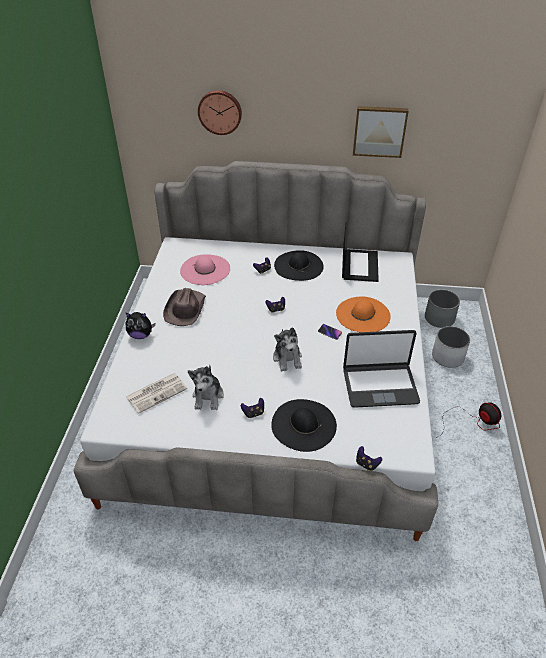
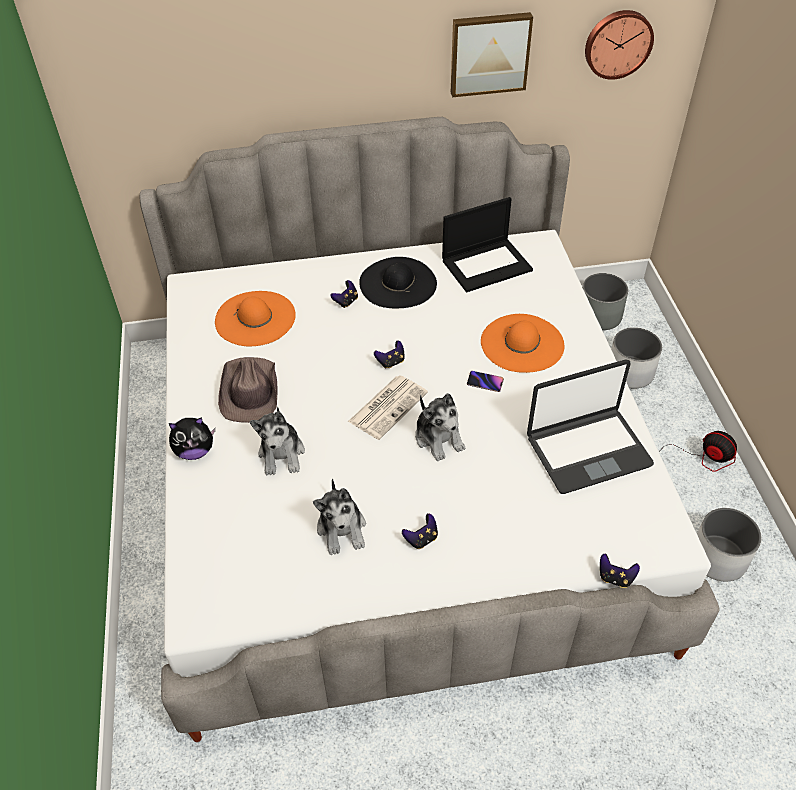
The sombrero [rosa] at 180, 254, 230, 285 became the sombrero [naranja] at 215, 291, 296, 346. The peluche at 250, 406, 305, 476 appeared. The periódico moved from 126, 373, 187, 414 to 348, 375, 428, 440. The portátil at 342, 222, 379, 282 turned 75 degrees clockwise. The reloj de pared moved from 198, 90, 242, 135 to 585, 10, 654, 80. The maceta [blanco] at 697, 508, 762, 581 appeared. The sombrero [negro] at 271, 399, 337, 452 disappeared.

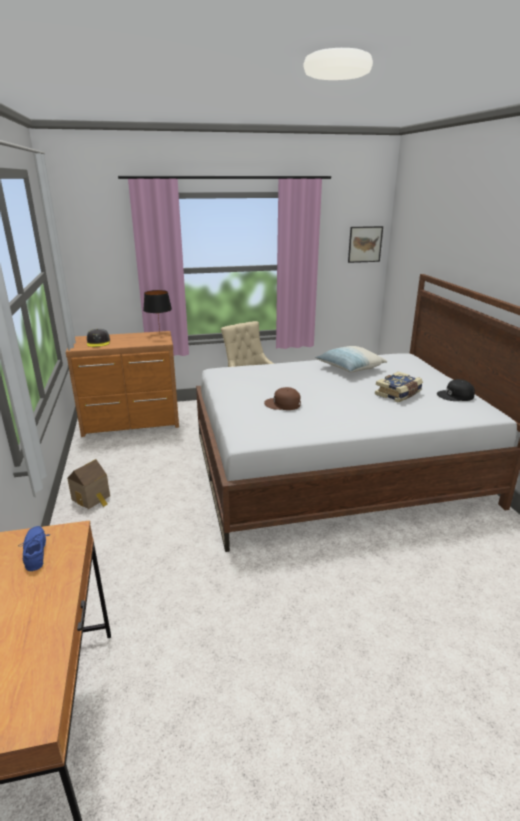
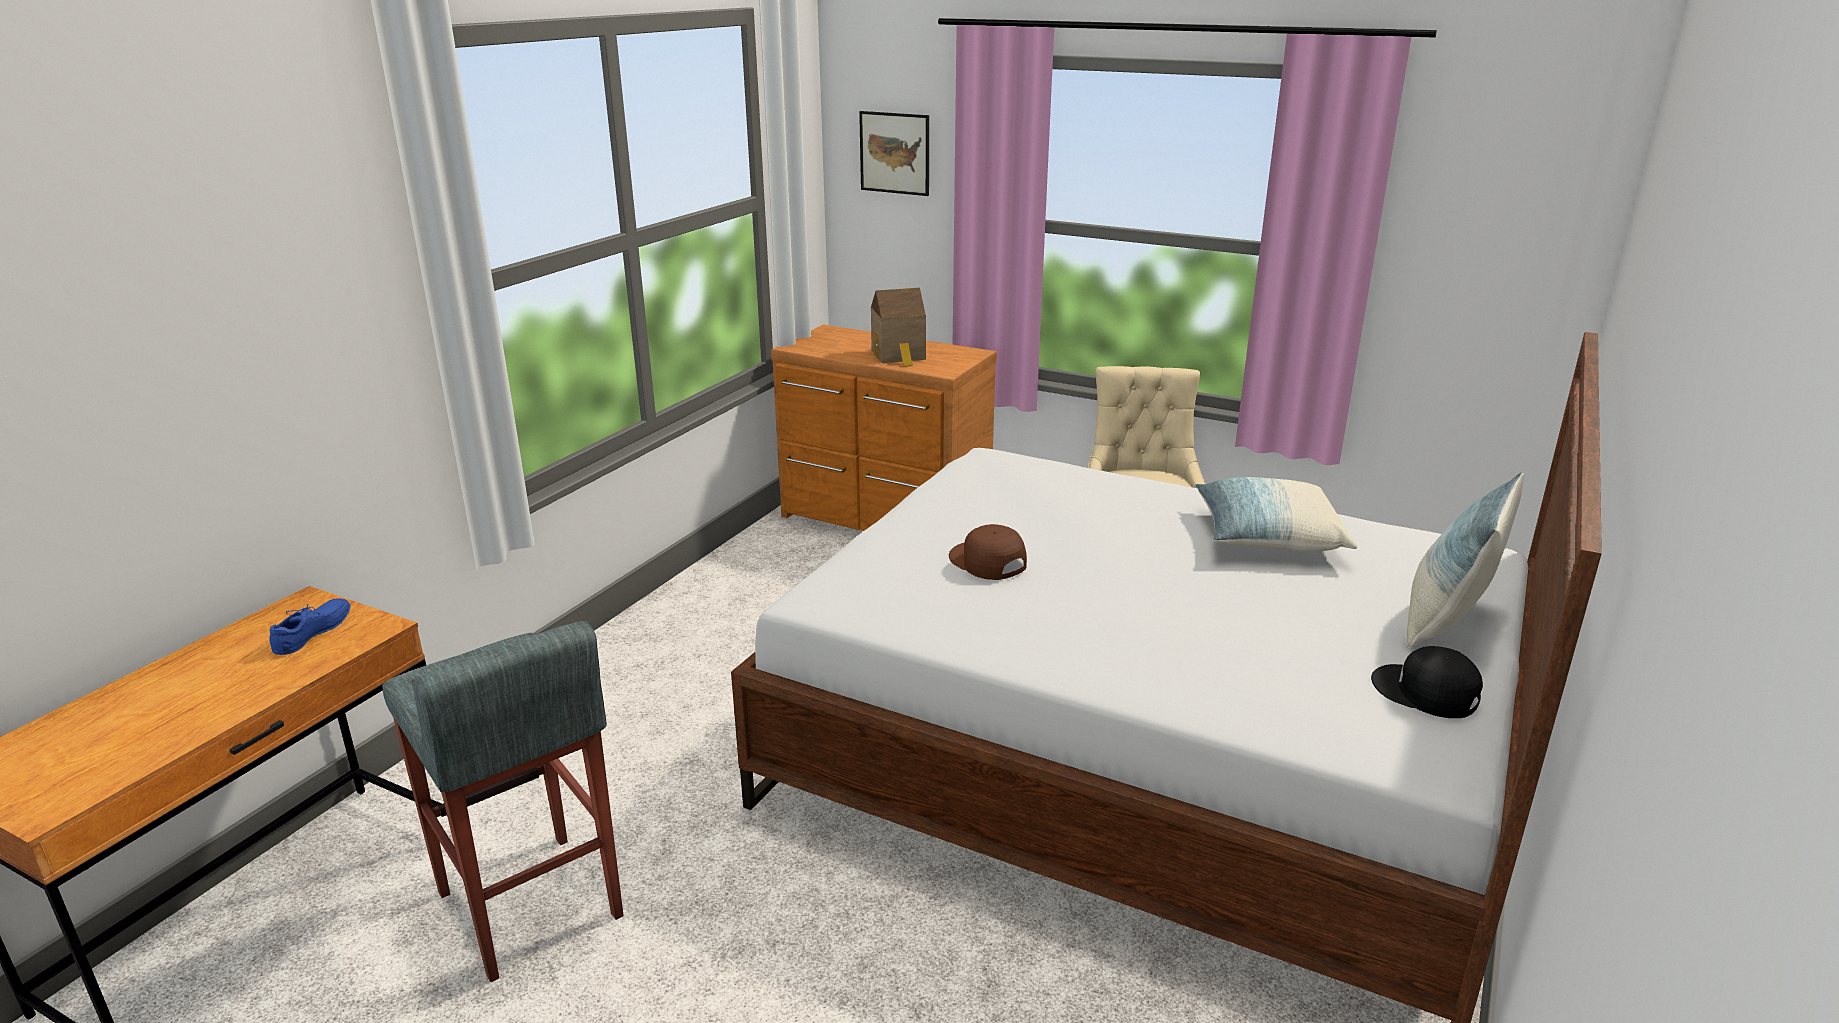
The taburete [gris] at 382, 621, 624, 982 appeared. The cuadro moved from 348, 226, 383, 263 to 859, 111, 929, 196. The casita moved from 67, 459, 110, 509 to 871, 287, 926, 367. The cojín at 1407, 472, 1524, 647 appeared. The gorra [gris] at 87, 329, 110, 347 disappeared. The lámpara de mesa [negro] at 143, 290, 172, 331 disappeared. The libro at 375, 372, 423, 402 disappeared.

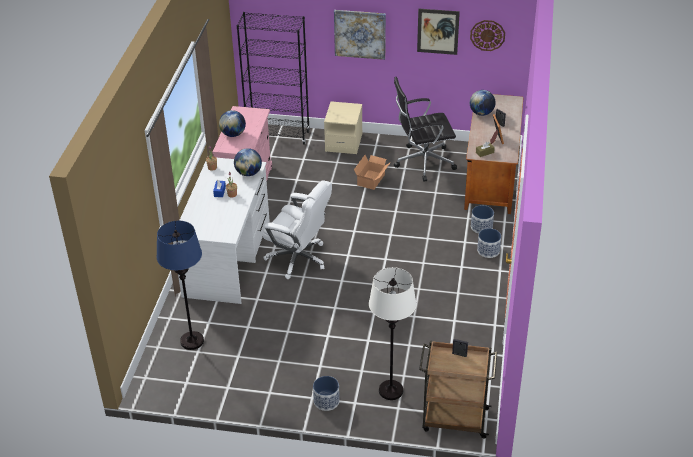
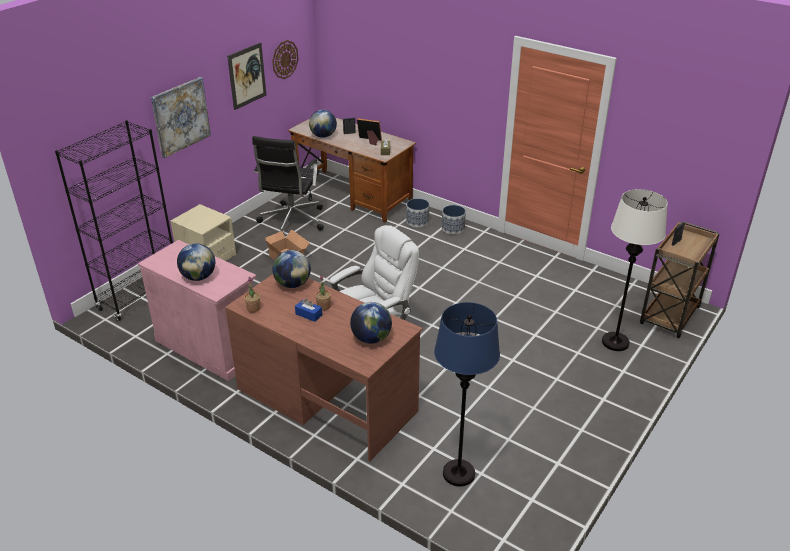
The escritorio [blanco] at 173, 158, 270, 304 became the escritorio [marrón] at 225, 274, 423, 462. The globo terráqueo at 350, 302, 392, 344 appeared. The maceta at 313, 376, 340, 411 disappeared.

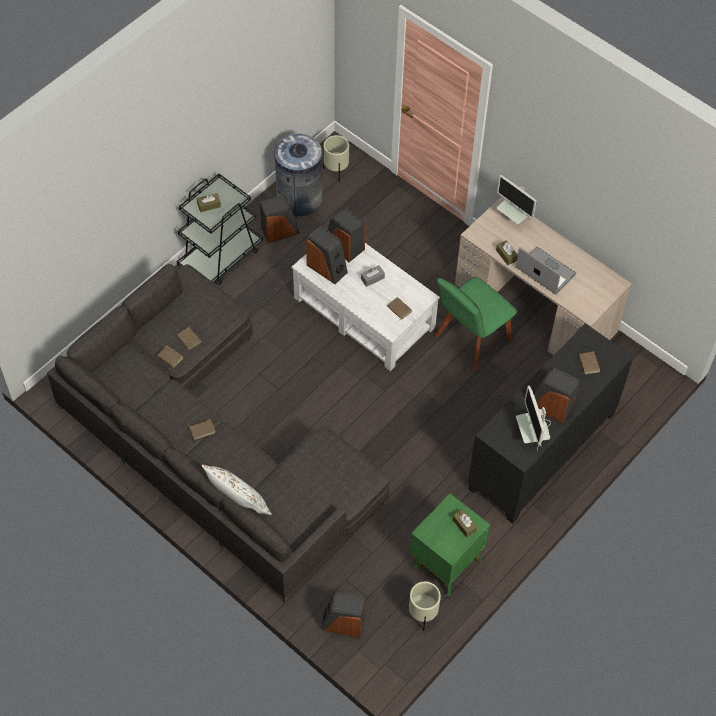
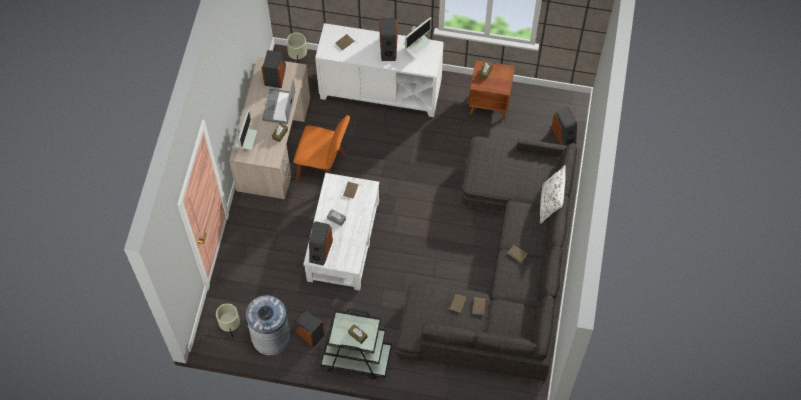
The altavoz moved from 306, 225, 348, 284 to 262, 50, 286, 88. The maceta [beis] moved from 408, 581, 441, 630 to 286, 32, 307, 63. The silla [verde] at 435, 277, 517, 371 became the silla [naranja] at 293, 115, 350, 181. The armario [negro] at 468, 323, 633, 524 became the armario [blanco] at 315, 23, 444, 117. The mesita de noche [verde] at 409, 494, 490, 596 became the mesita de noche [marrón] at 469, 60, 515, 120.

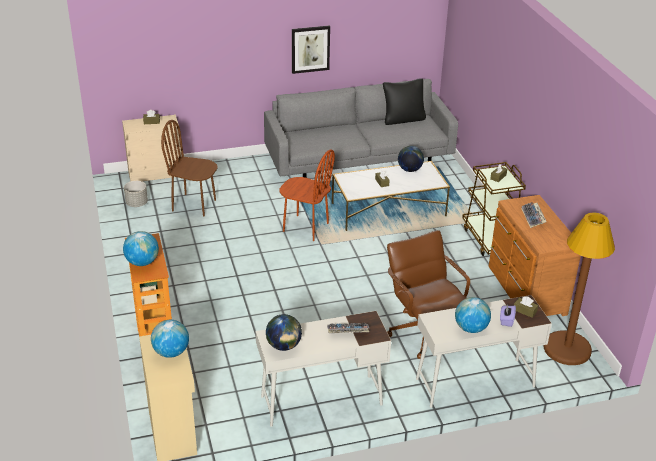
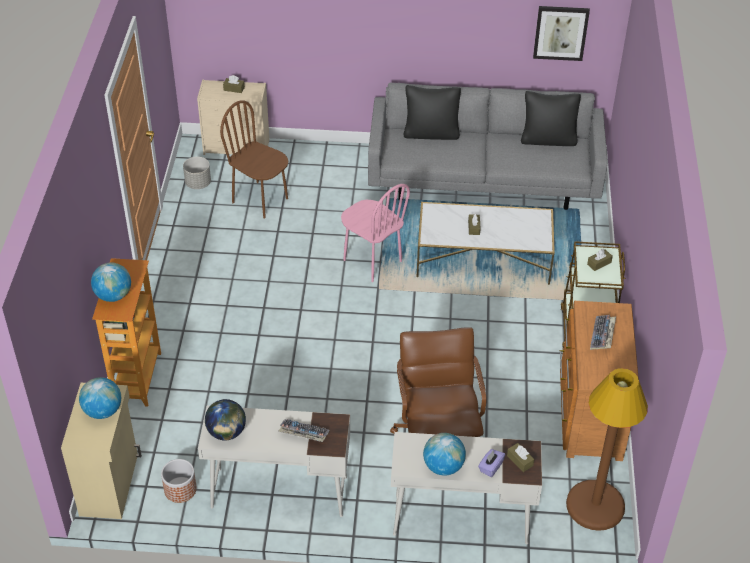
The maceta at 161, 459, 197, 503 appeared. The silla [marrón] at 279, 149, 335, 241 became the silla [rosa] at 341, 184, 410, 282. The cojín [negro] at 404, 85, 461, 140 appeared. The cuadro moved from 292, 25, 330, 74 to 533, 6, 590, 61. The globo terráqueo at 398, 146, 424, 172 disappeared.

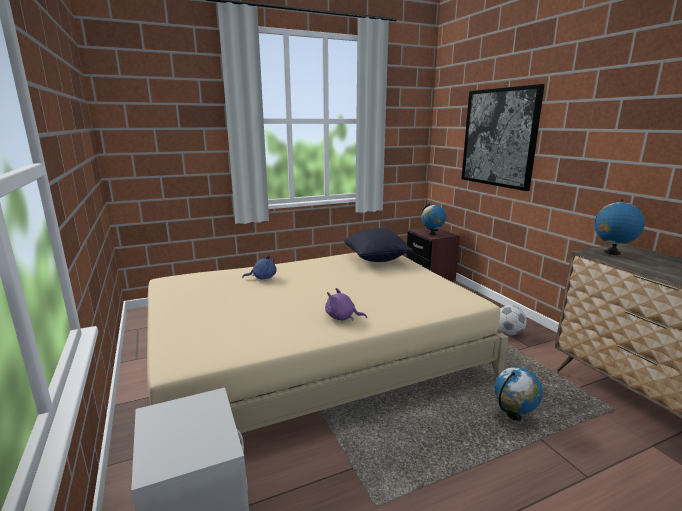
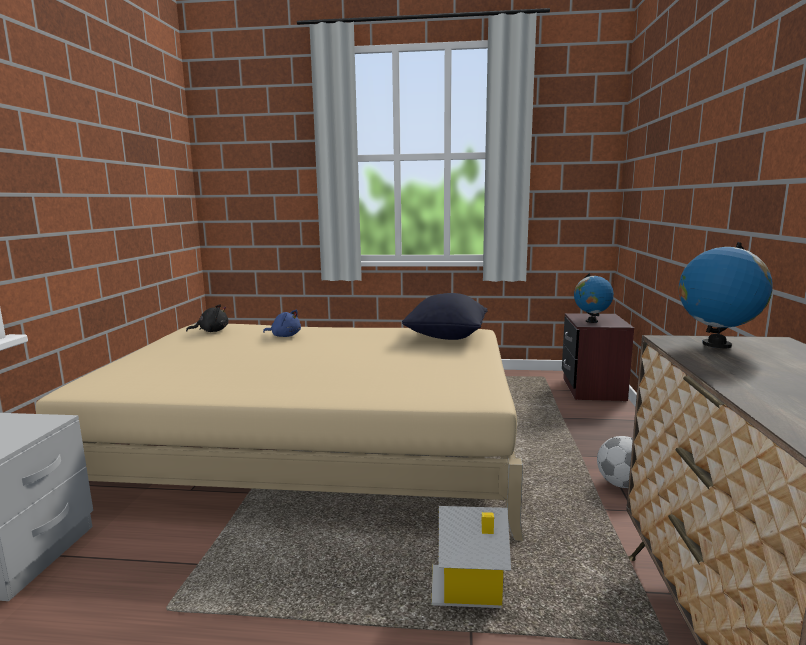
The peluche [negro] at 186, 304, 228, 332 appeared. The globo terráqueo at 495, 367, 543, 421 was replaced by the casita at 432, 506, 511, 608. The peluche [morado] at 325, 288, 367, 321 disappeared. The cuadro at 461, 84, 545, 191 disappeared.

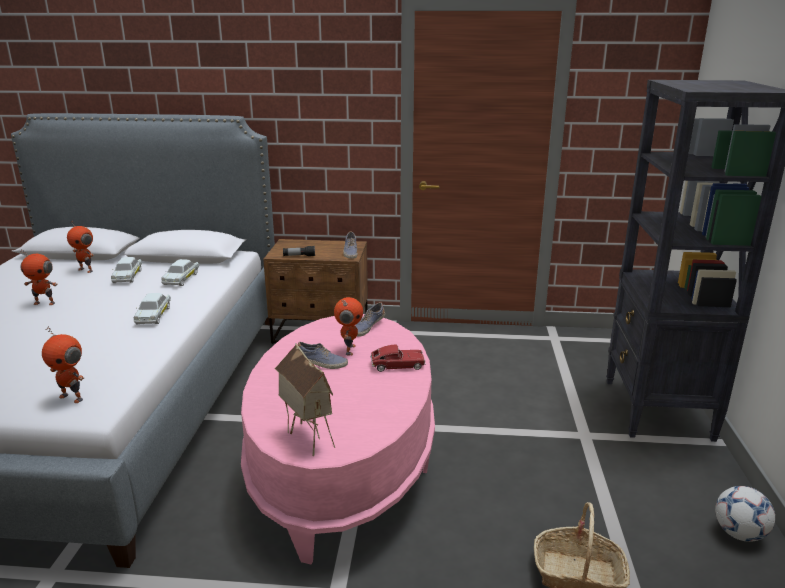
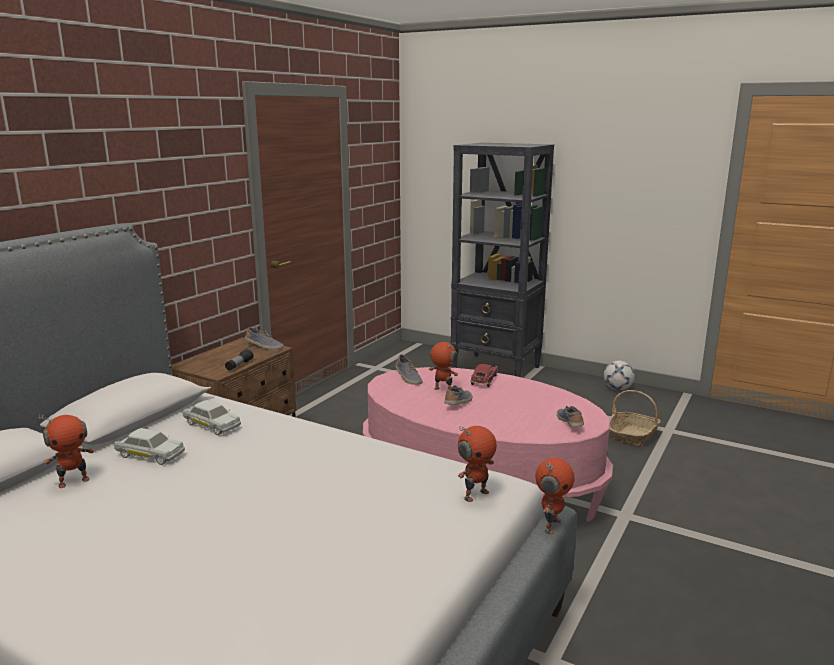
The robot de juguete moved from 20, 249, 57, 305 to 536, 458, 574, 535. The casita at 275, 343, 335, 456 was replaced by the zapato at 557, 406, 584, 427. The coche de juguete [blanco] at 134, 293, 171, 324 disappeared.

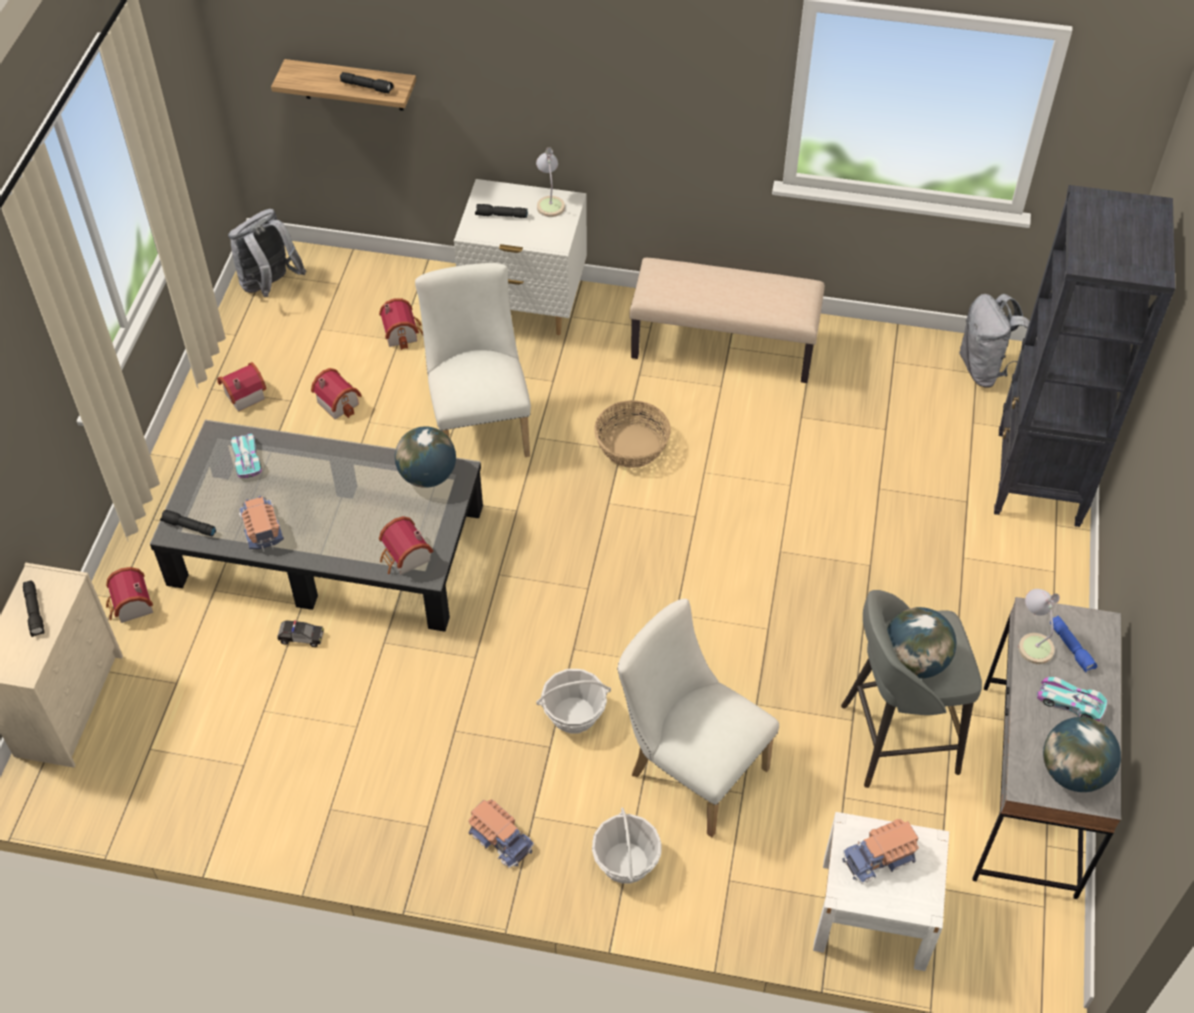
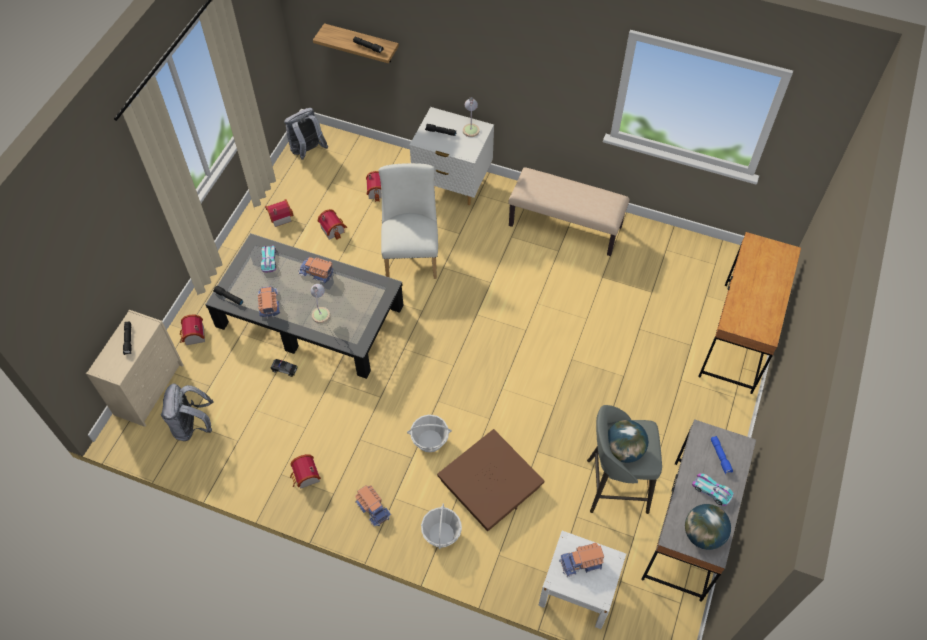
The mochila [gris] moved from 959, 294, 1030, 388 to 161, 384, 214, 441. The casita moved from 379, 516, 434, 575 to 290, 454, 321, 489. The camión de juguete at 298, 257, 334, 284 appeared. The lámpara de mesa moved from 1018, 589, 1060, 664 to 310, 284, 330, 323. The silla [blanco] at 617, 599, 779, 837 was replaced by the caja de almacenaje [marrón] at 437, 429, 544, 531. The estantería [negro] at 994, 185, 1175, 527 was replaced by the escritorio [marrón] at 698, 232, 801, 394. The globo terráqueo at 395, 426, 456, 488 disappeared. The cesta at 594, 400, 671, 468 disappeared.

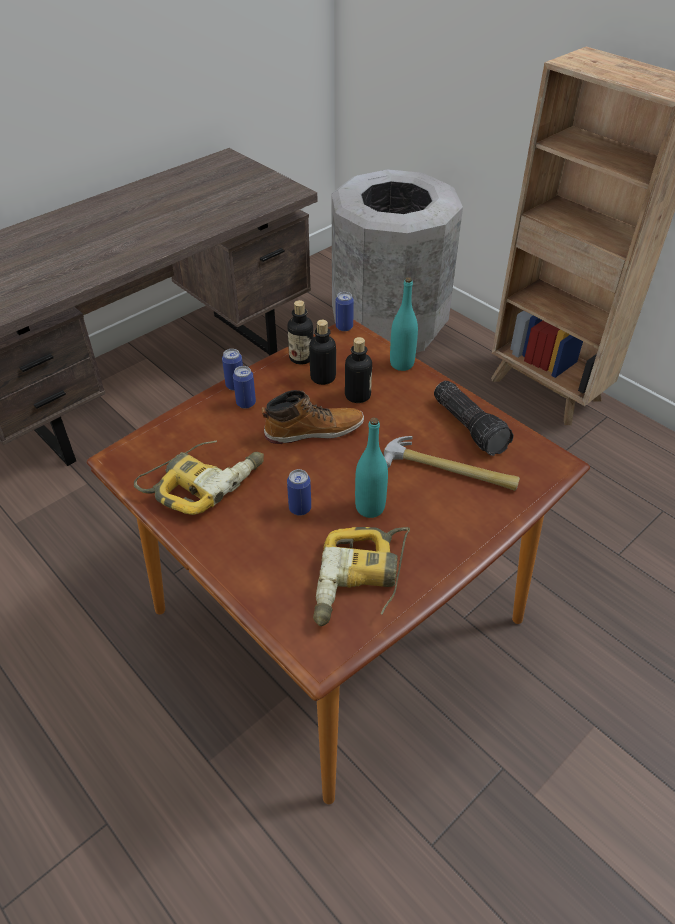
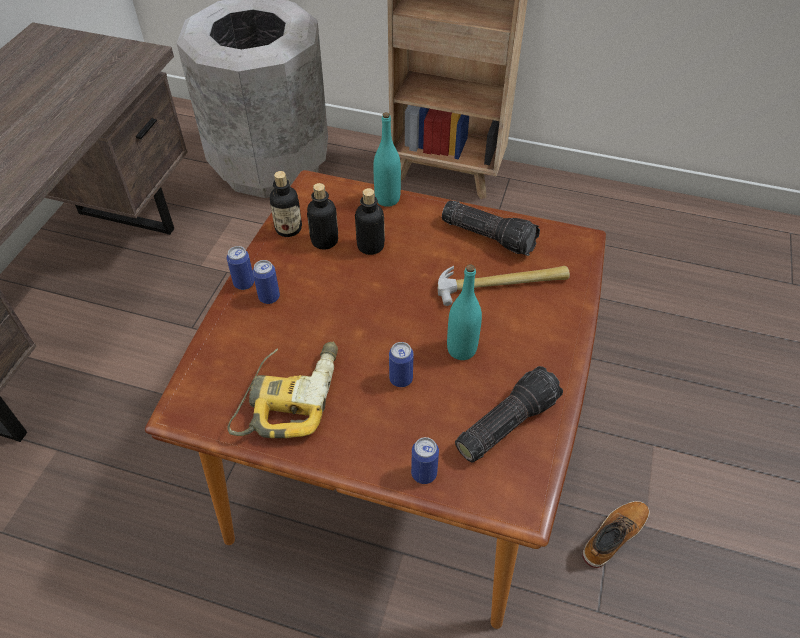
The lata moved from 336, 292, 354, 331 to 411, 437, 439, 484. The taladro at 313, 527, 410, 626 was replaced by the linterna at 455, 366, 563, 463. The bota moved from 261, 390, 364, 444 to 582, 501, 650, 568.

